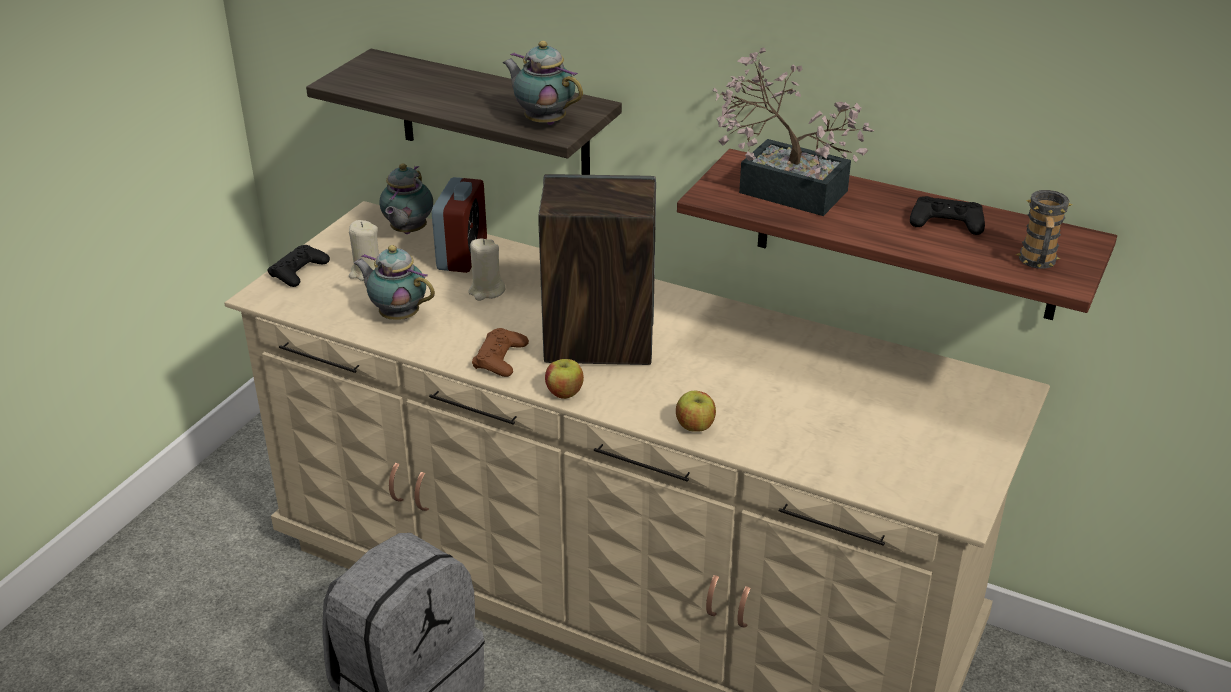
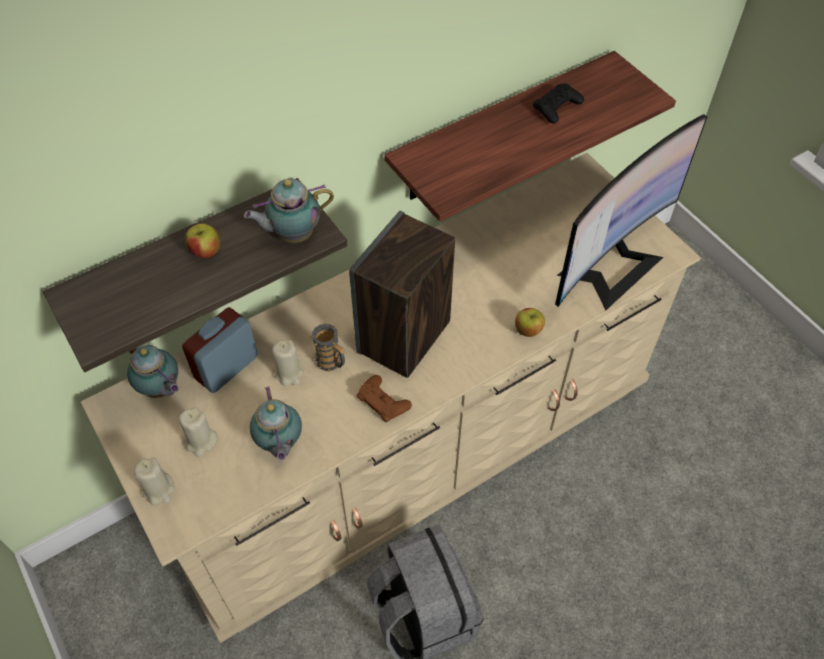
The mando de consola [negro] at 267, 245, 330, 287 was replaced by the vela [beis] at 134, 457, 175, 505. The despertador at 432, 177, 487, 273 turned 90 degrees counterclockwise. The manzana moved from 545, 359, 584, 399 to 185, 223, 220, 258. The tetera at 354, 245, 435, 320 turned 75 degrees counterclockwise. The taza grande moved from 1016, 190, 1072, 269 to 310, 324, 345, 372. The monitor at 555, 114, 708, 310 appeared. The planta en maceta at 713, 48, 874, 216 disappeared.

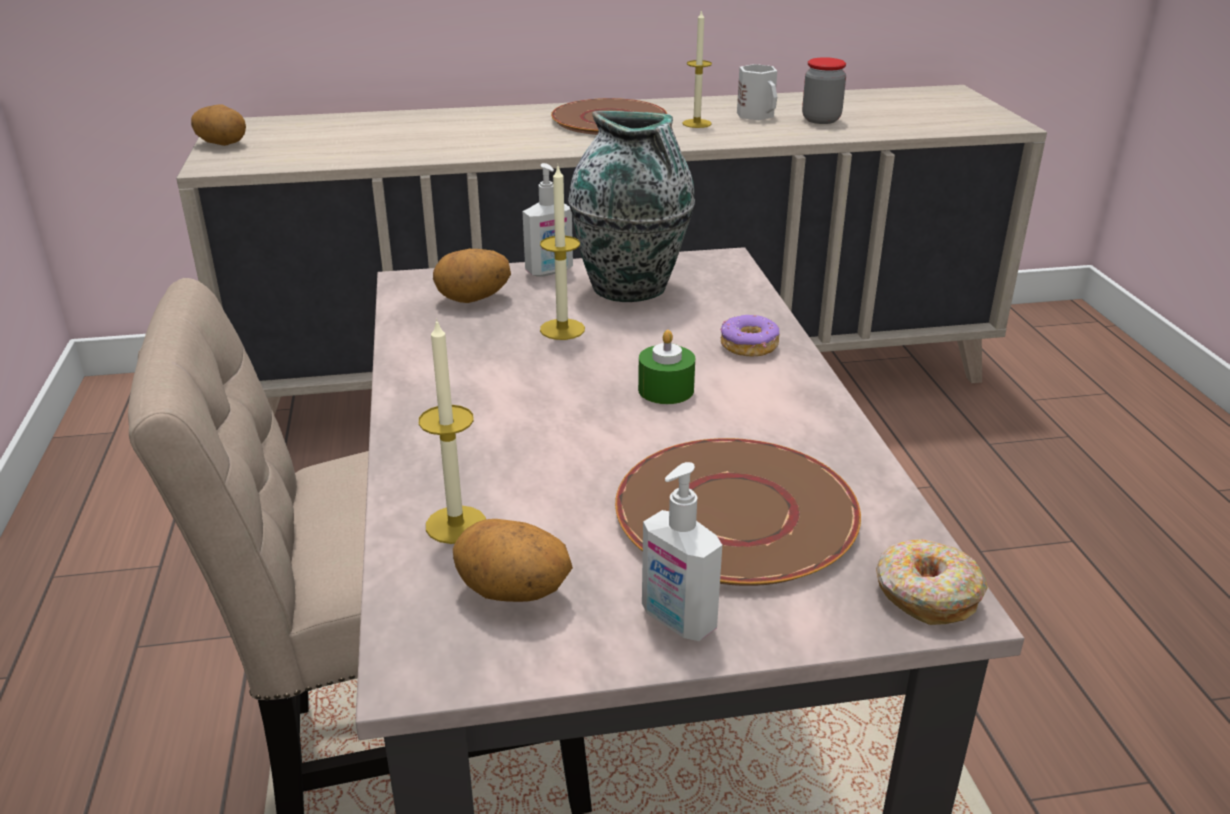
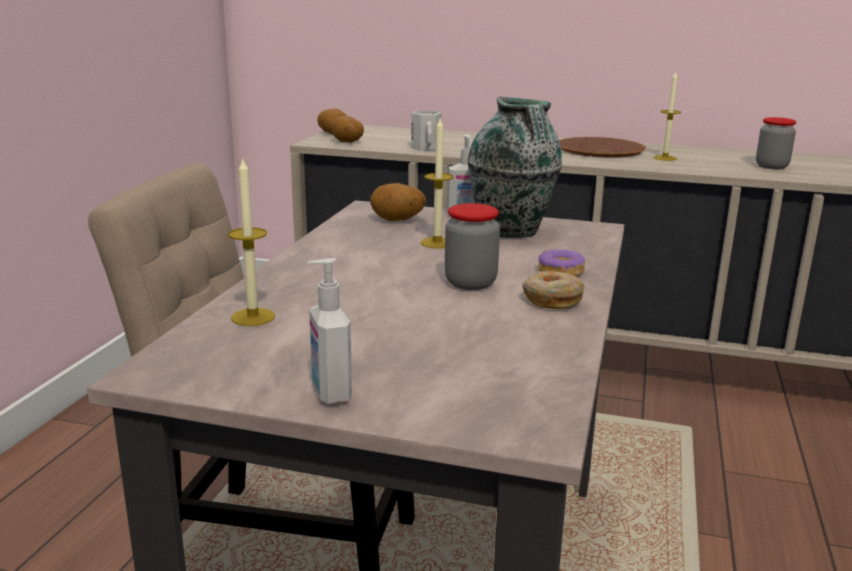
The patata moved from 453, 519, 573, 602 to 331, 116, 364, 143. The taza grande [blanco] moved from 737, 64, 777, 120 to 411, 111, 442, 151. The vela [verde] at 638, 330, 695, 404 was replaced by the tarro at 445, 203, 500, 290. The rosquilla moved from 876, 539, 988, 625 to 522, 271, 585, 309. The plato [marrón] at 615, 438, 861, 586 disappeared.

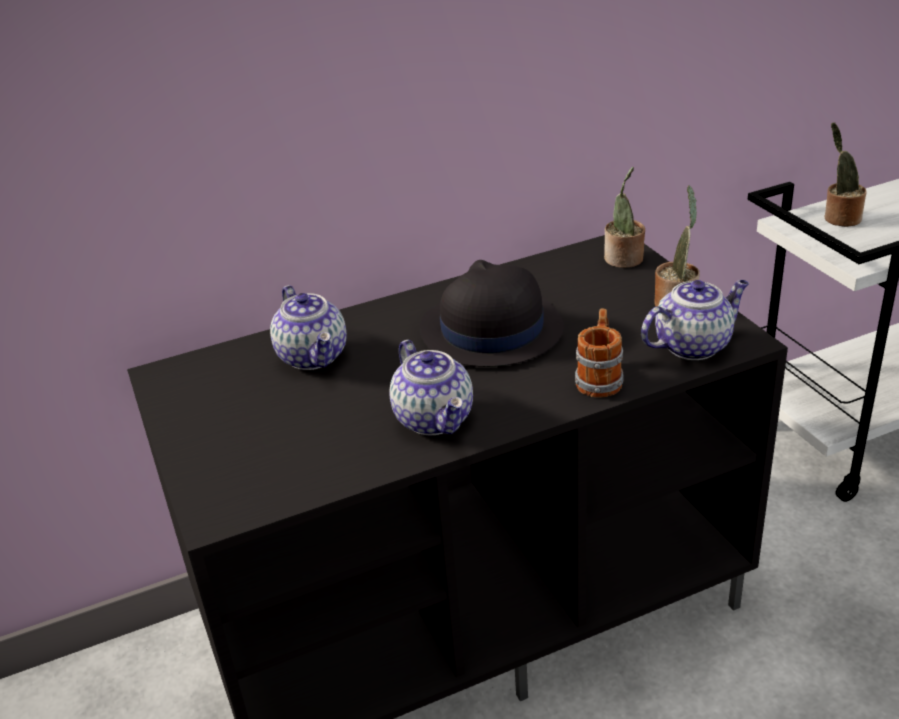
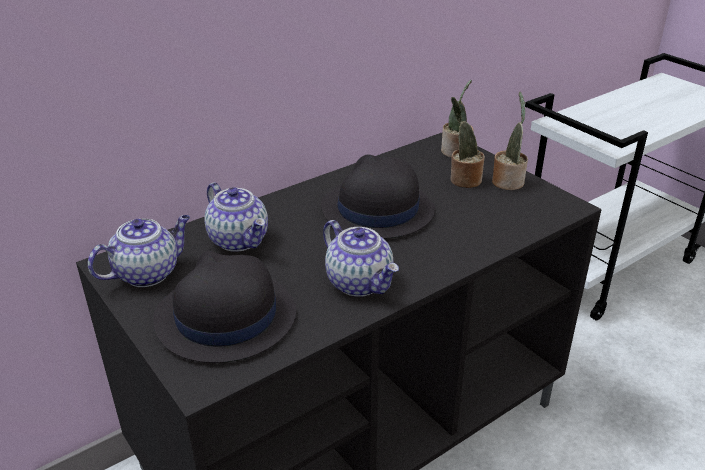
The tetera moved from 641, 280, 749, 360 to 88, 215, 190, 287. The sombrero [negro] at 153, 251, 296, 363 appeared. The planta en maceta moved from 824, 122, 867, 227 to 450, 97, 485, 188. The taza grande at 575, 308, 624, 397 disappeared.

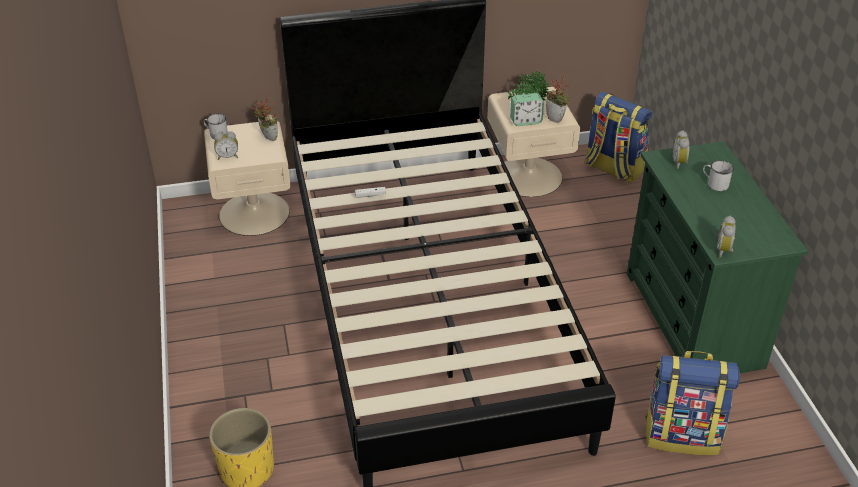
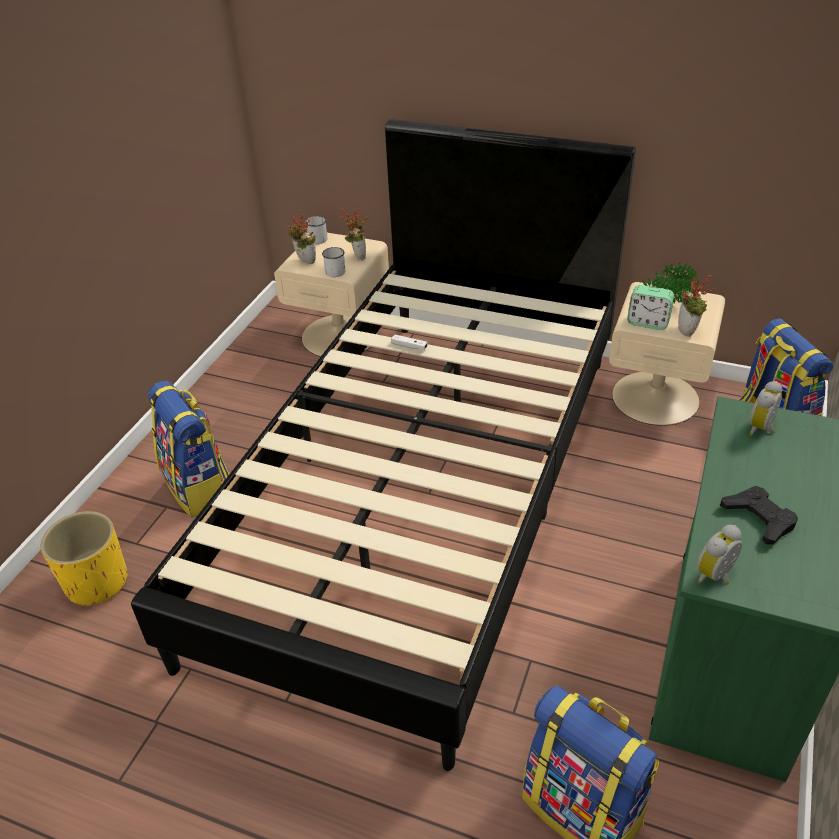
The mochila at 148, 381, 229, 518 appeared. The despertador at 214, 131, 238, 160 was replaced by the planta en maceta at 286, 210, 316, 264. The taza grande [blanco] moved from 703, 160, 734, 191 to 322, 247, 345, 277. The mando de consola [negro] at 720, 486, 798, 545 appeared.

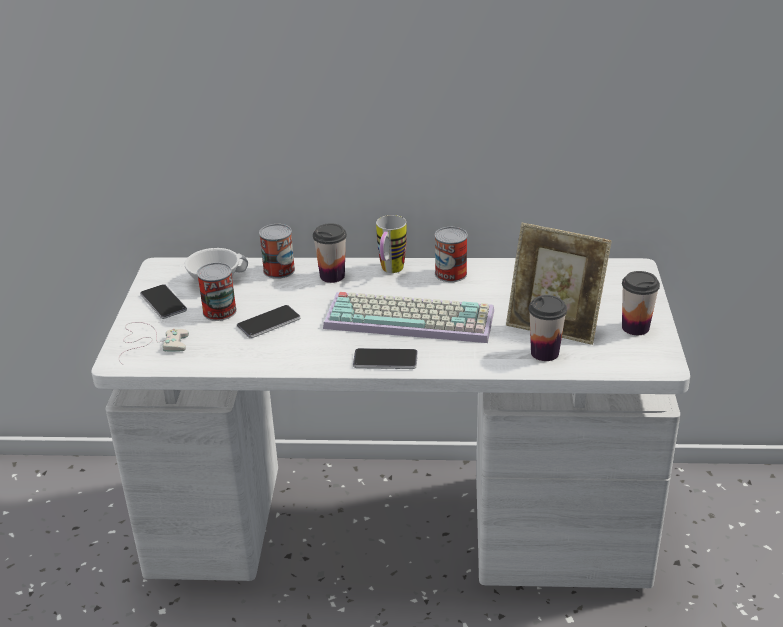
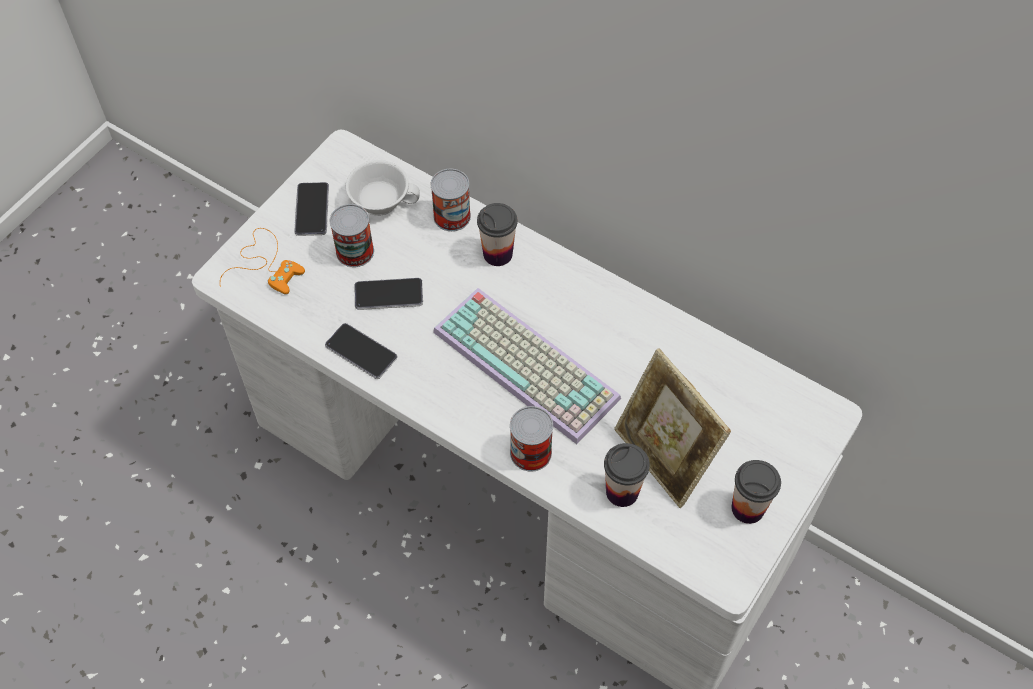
The mando de consola [blanco] at 119, 322, 189, 365 became the mando de consola [naranja] at 220, 228, 305, 295. The móvil moved from 353, 348, 418, 369 to 325, 323, 397, 379. The lata moved from 435, 227, 468, 282 to 510, 406, 553, 472. The taza grande at 376, 215, 406, 273 disappeared.

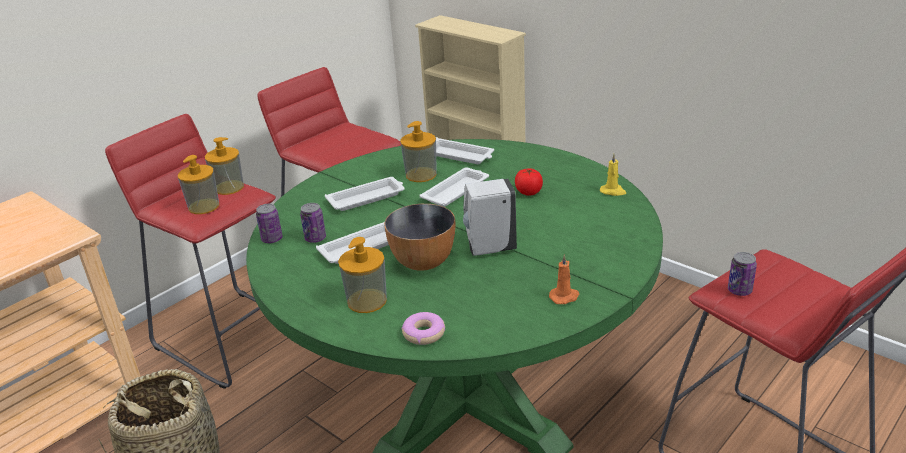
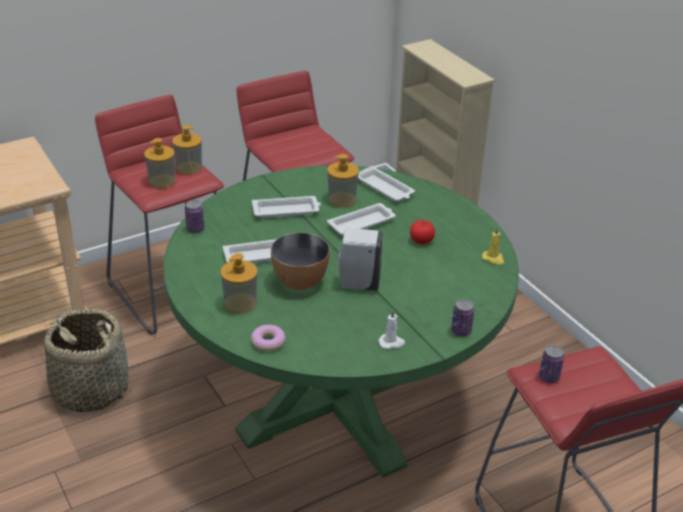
The vela [naranja] at 549, 254, 579, 304 became the vela [blanco] at 379, 310, 405, 349. The lata moved from 300, 203, 326, 243 to 451, 299, 474, 336.

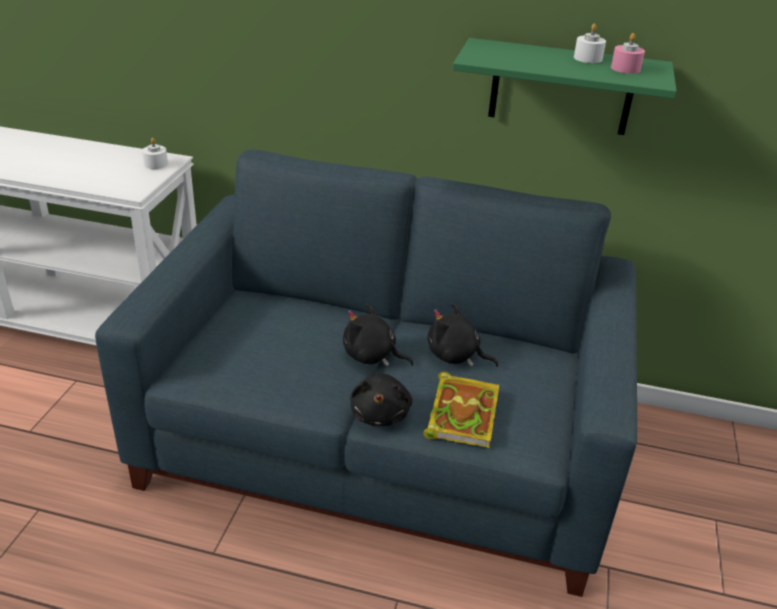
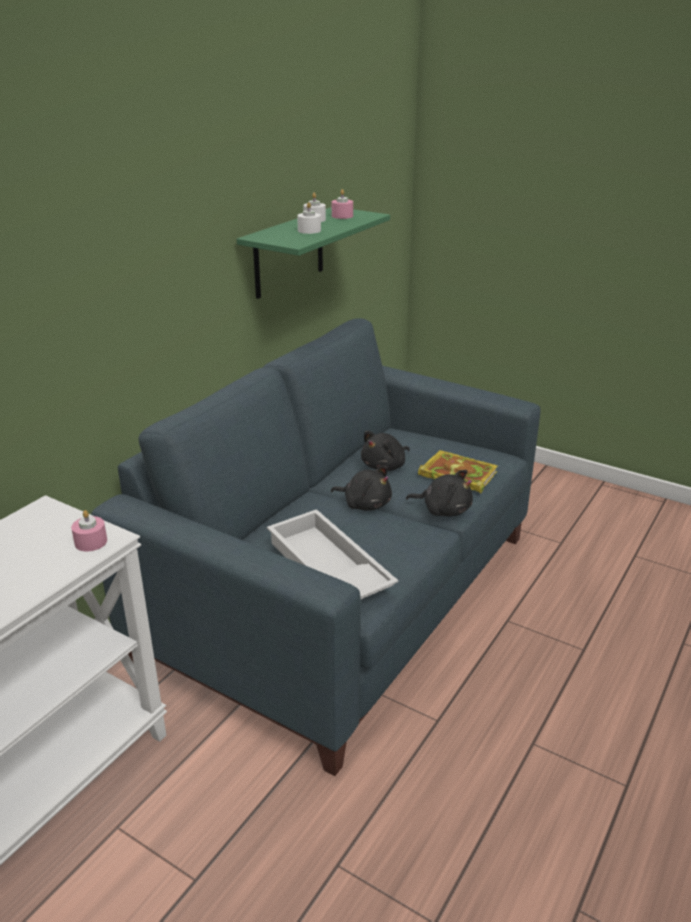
The vela [rosa] at 71, 510, 107, 552 appeared. The bandeja [blanco] at 267, 509, 399, 599 appeared. The vela [blanco] moved from 142, 138, 168, 169 to 297, 202, 321, 234. The peluche [negro] at 343, 303, 414, 366 turned 105 degrees counterclockwise.

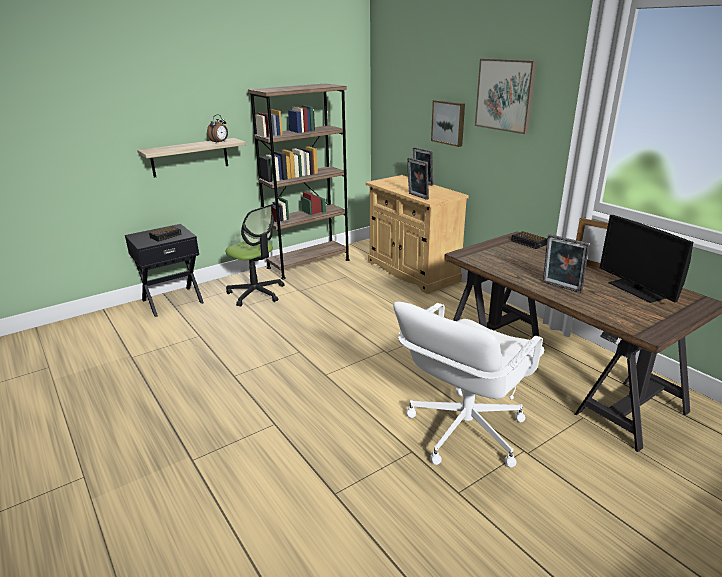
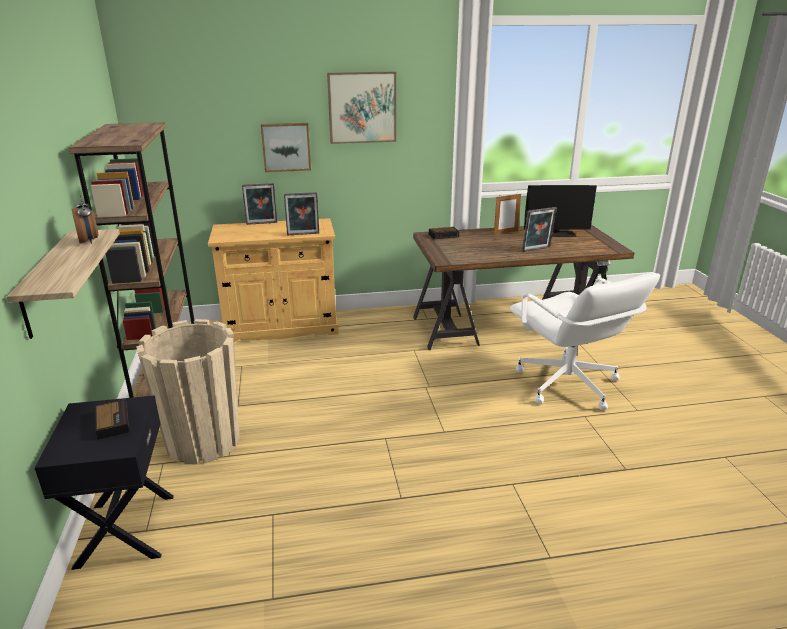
The silla de oficina at 226, 204, 285, 307 was replaced by the maceta [beis] at 136, 319, 240, 464.

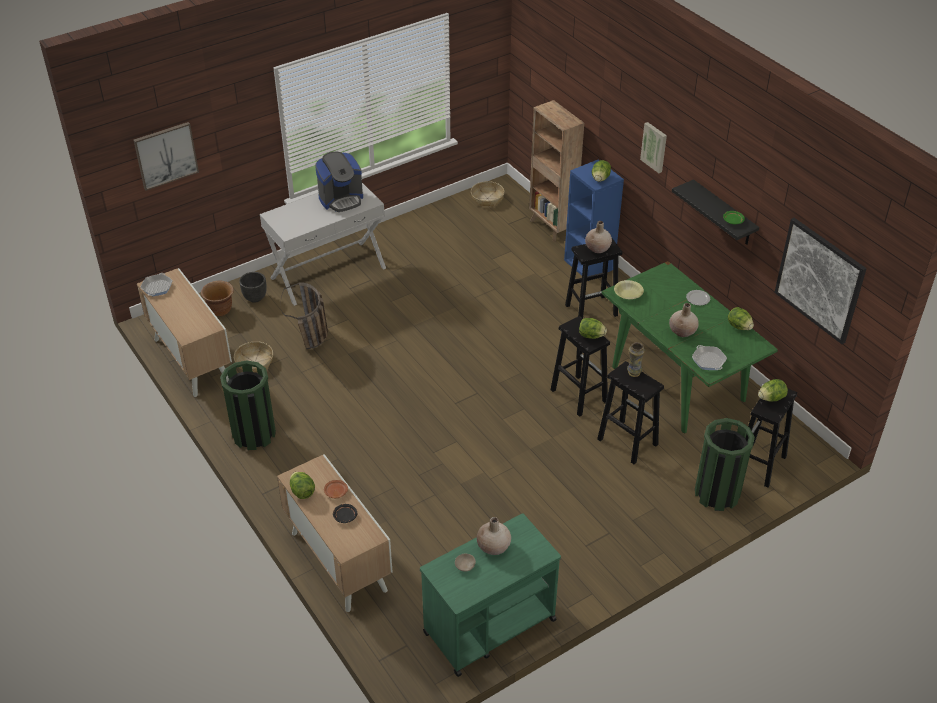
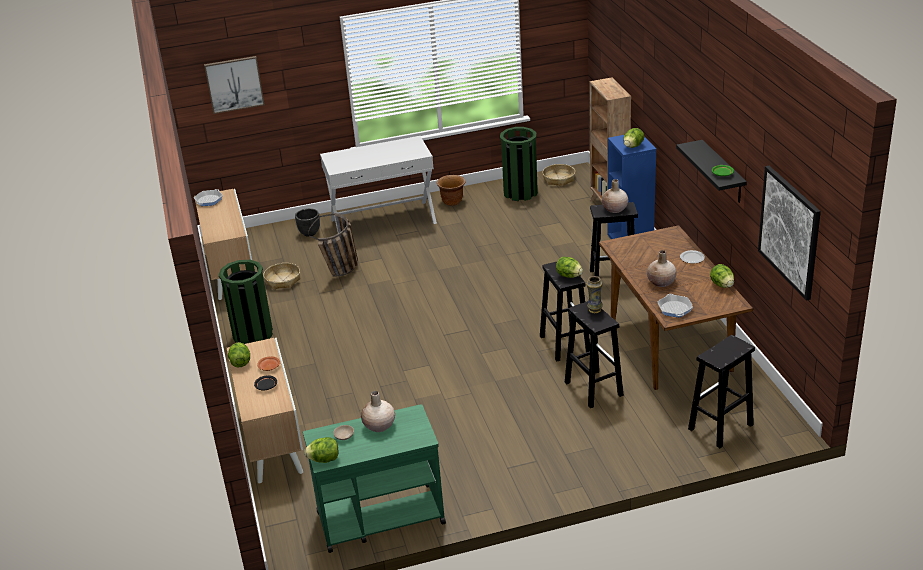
The lechuga moved from 758, 379, 788, 402 to 304, 437, 338, 463. The maceta [marrón] moved from 201, 281, 234, 316 to 437, 175, 466, 206. The papelera [verde] moved from 695, 418, 755, 511 to 500, 127, 538, 201. The mesa de comedor [verde] at 601, 261, 778, 433 became the mesa de comedor [marrón] at 599, 225, 753, 390. The cafetera at 315, 152, 363, 212 disappeared. The cuenco [amarillo] at 614, 280, 644, 299 disappeared. The cuadro at 640, 122, 667, 173 disappeared.

